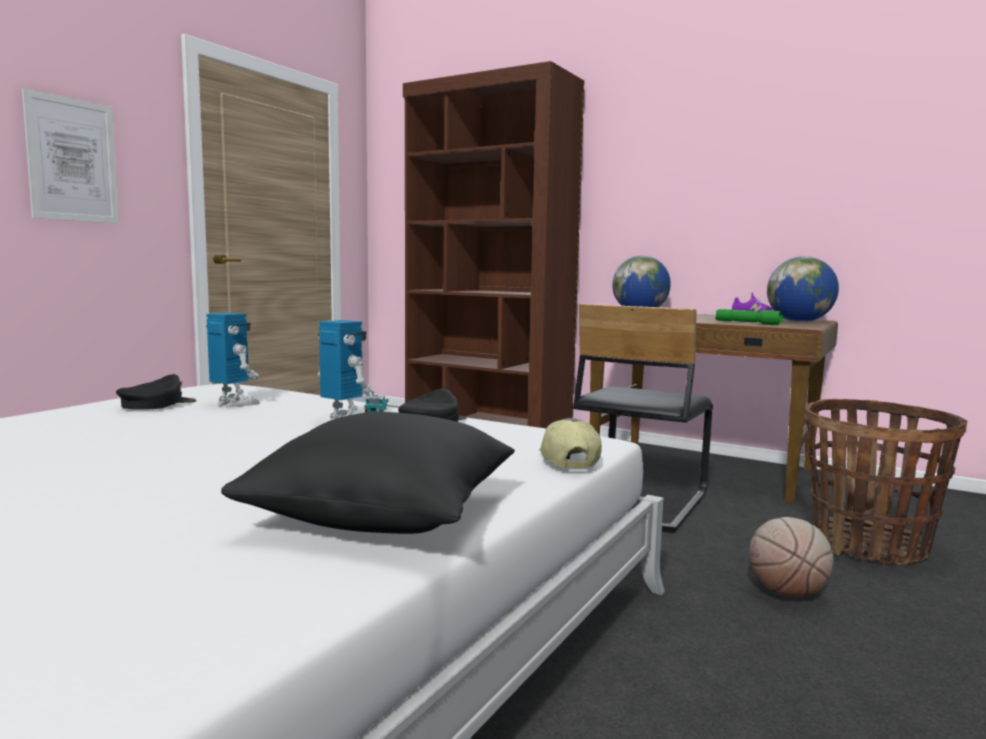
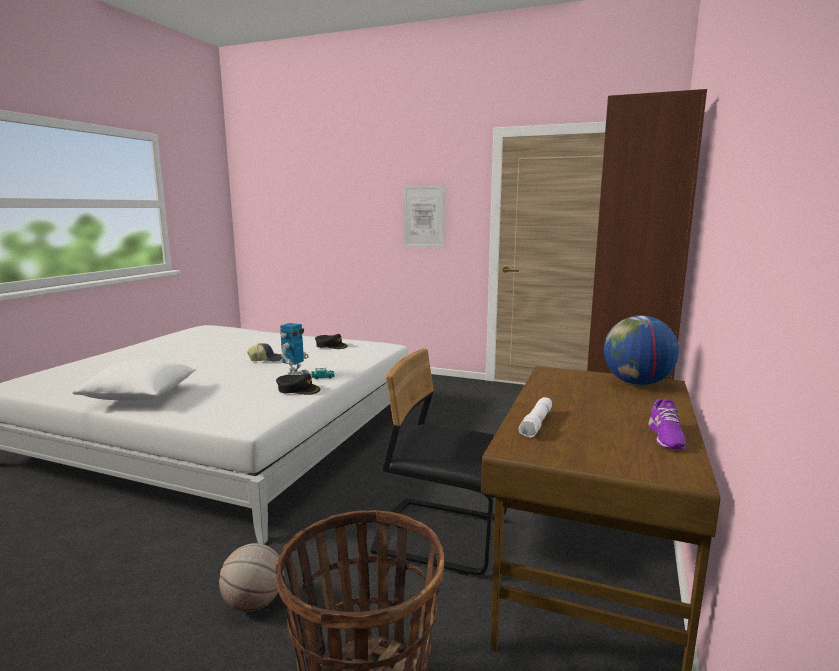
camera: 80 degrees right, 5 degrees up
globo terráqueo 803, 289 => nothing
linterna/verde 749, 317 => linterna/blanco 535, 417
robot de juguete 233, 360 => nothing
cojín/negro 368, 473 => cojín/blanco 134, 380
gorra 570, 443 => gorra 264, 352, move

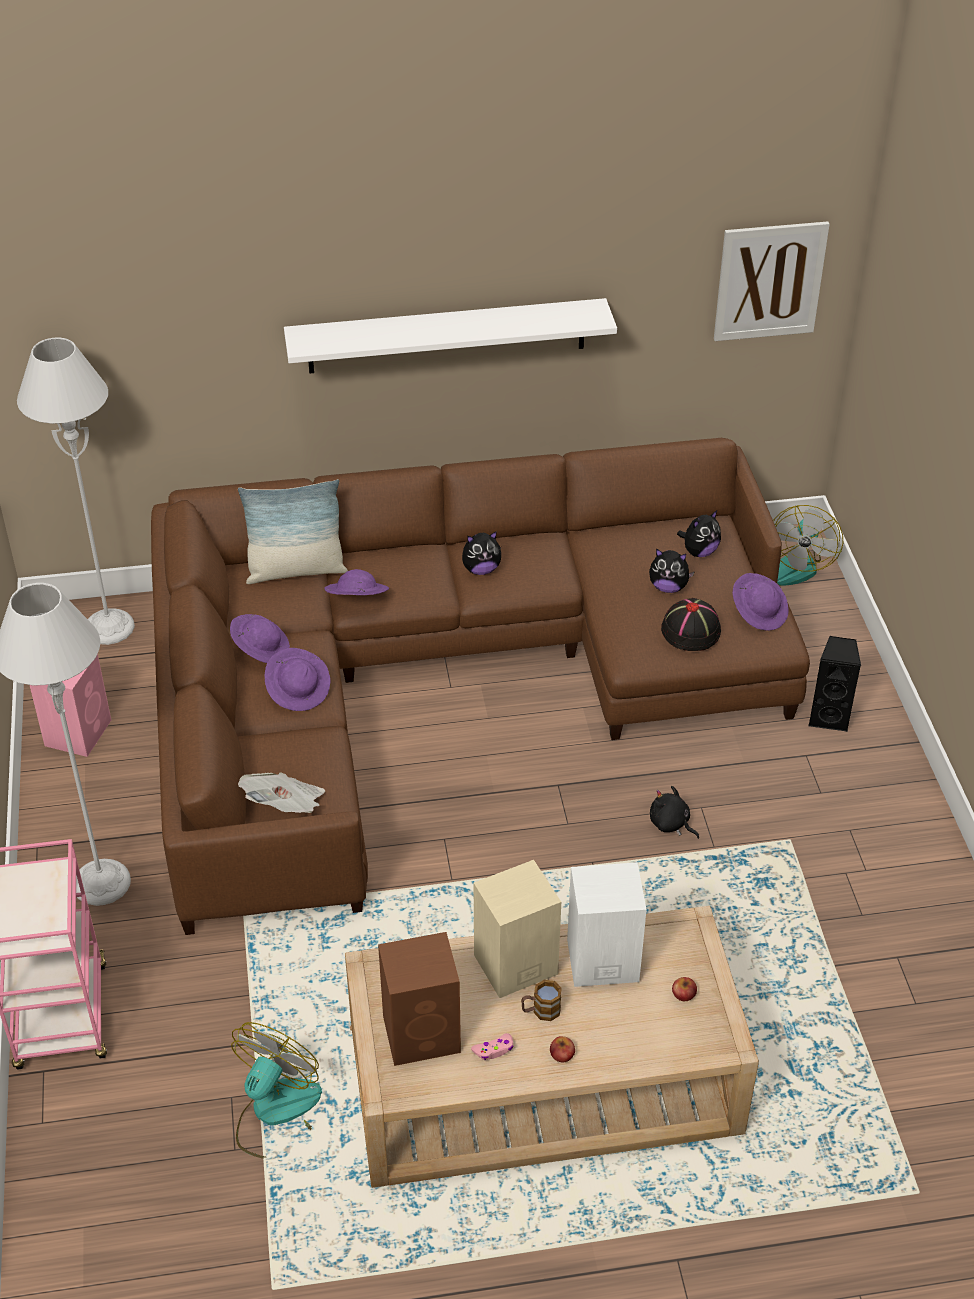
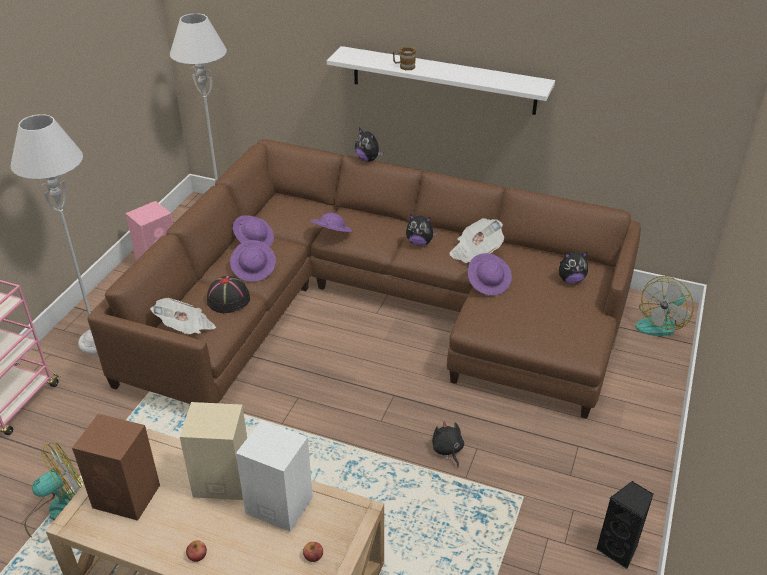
camera: 30 degrees right, 5 degrees down
cuadro 771, 281 => nothing
cojín 293, 531 => nothing
peluche 672, 571 => peluche 369, 145, move
sombrero/morado 761, 602 => sombrero/morado 490, 274, move
sombrero/negro 691, 624 => sombrero/negro 228, 294, move
altavoz/negro 834, 684 => altavoz/negro 625, 525, move
taza grande 541, 1000 => taza grande 404, 58, move
mando de consola/rosa 492, 1046 => nothing
nothing => periódico 477, 240

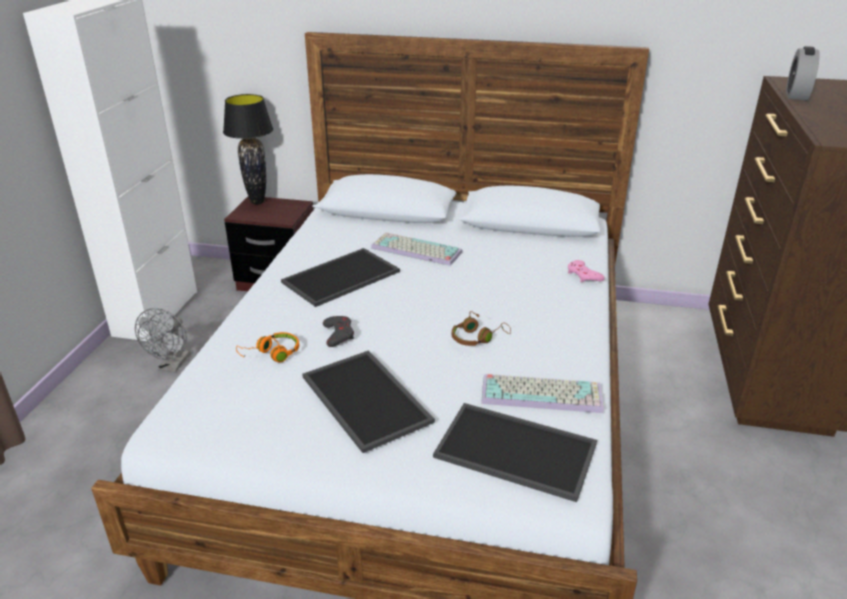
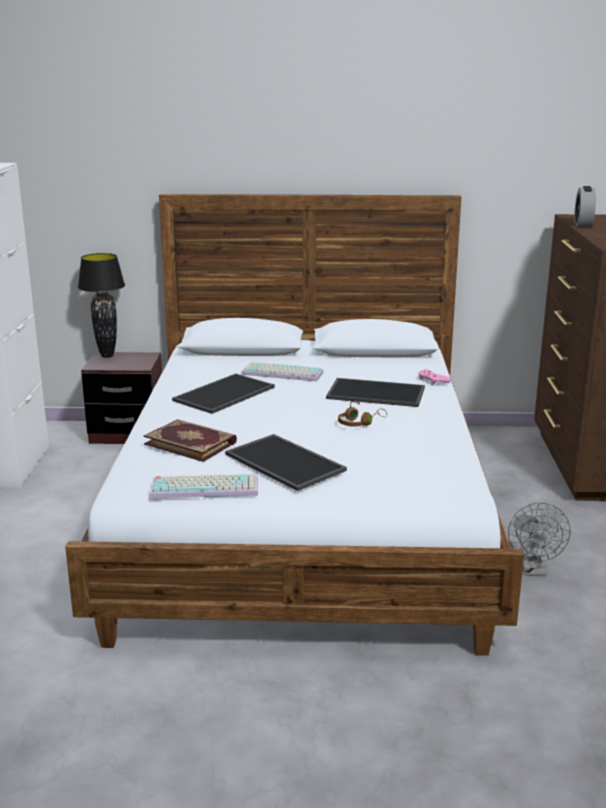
camera: 10 degrees left, 10 degrees down
ventilador/gris 162, 340 => ventilador/gris 539, 539, move
mando de consola/gris 338, 331 => nothing
auriculares/naranja 267, 347 => libro 190, 440
teclado 542, 393 => teclado 203, 486, move
bandeja 515, 452 => bandeja 375, 392, move

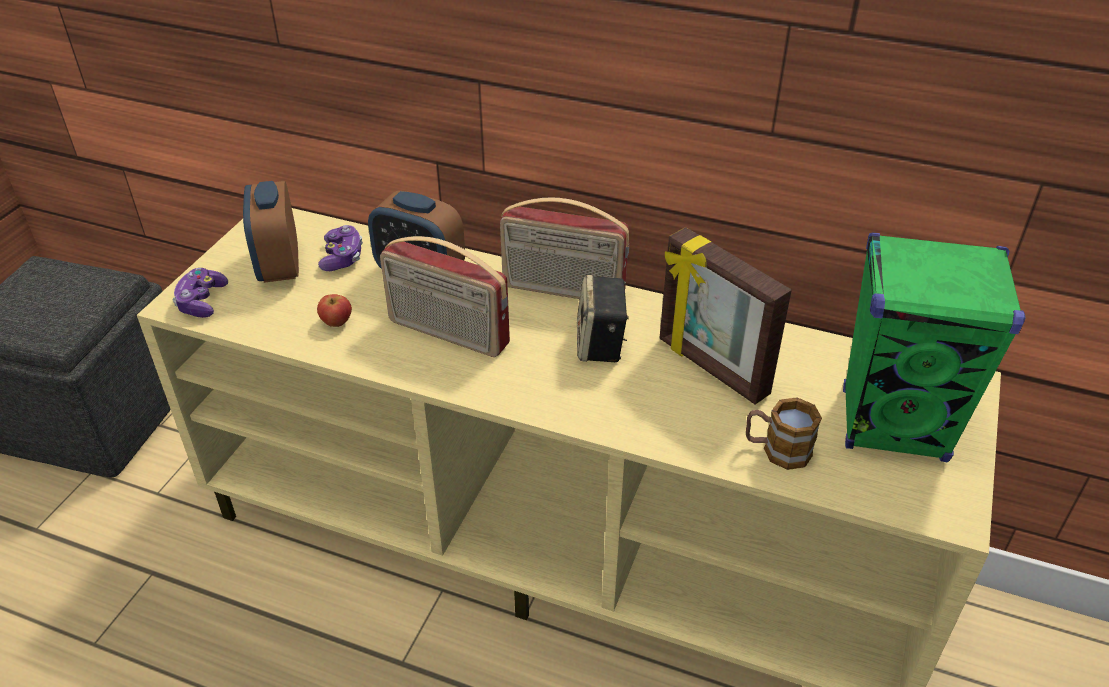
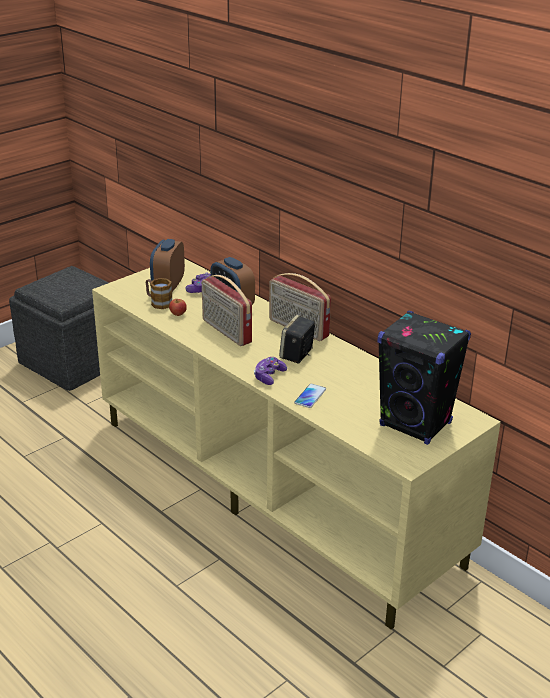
camera: 25 degrees right, 10 degrees down
portarretratos 726, 316 => nothing
altavoz/verde 934, 347 => altavoz/negro 424, 378
mando de consola 200, 293 => mando de consola 270, 371, move
taza grande 784, 433 => taza grande 159, 293, move
nothing => móvil 310, 396

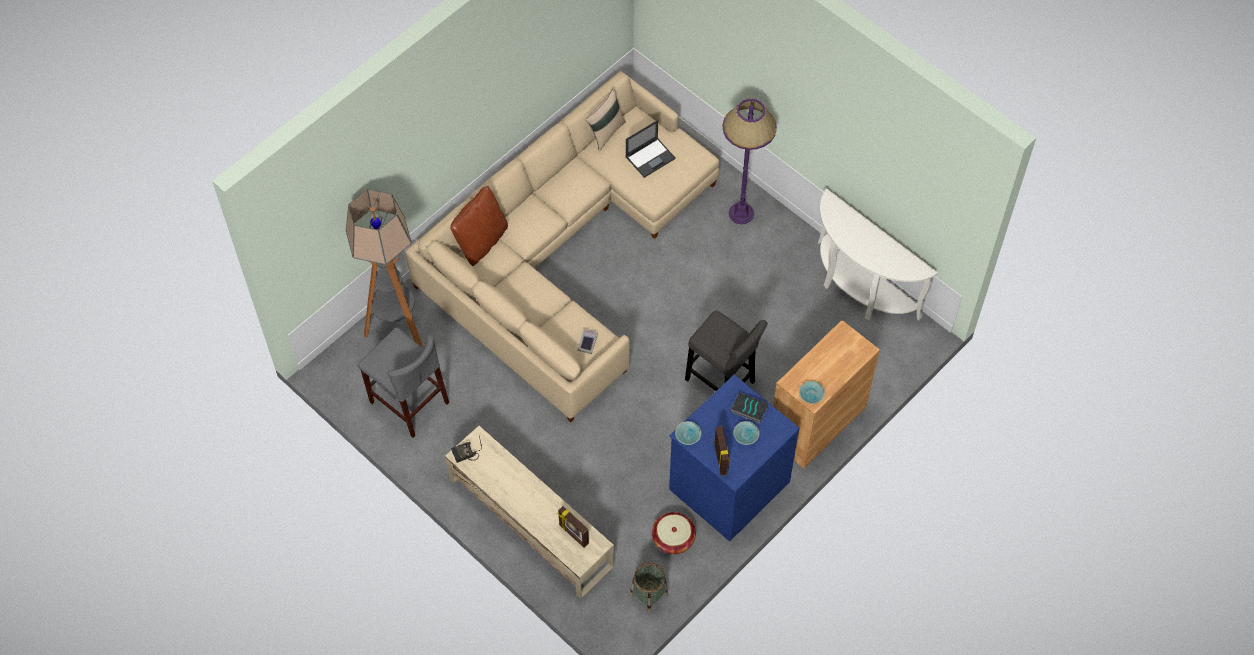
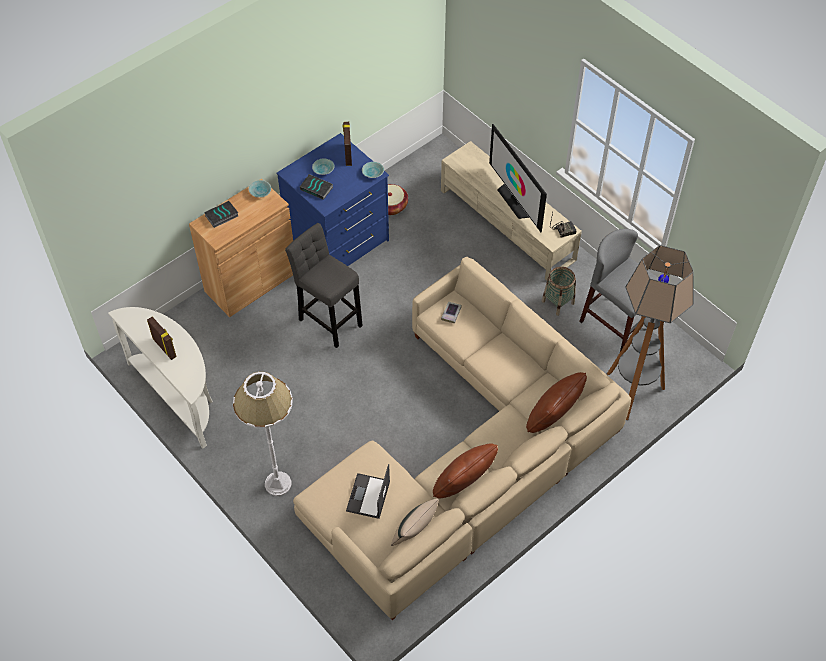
camera: 175 degrees left, 5 degrees down
lámpara de pie/morado 749, 161 => lámpara de pie/blanco 263, 434
portátil 651, 149 => portátil 368, 491, 45 degrees counterclockwise
portarretratos 573, 527 => portarretratos 161, 338, move
cesta 649, 588 => cesta 559, 291, move
nothing => televisor 518, 178
nothing => libro 221, 214
nothing => cojín/marrón 465, 471

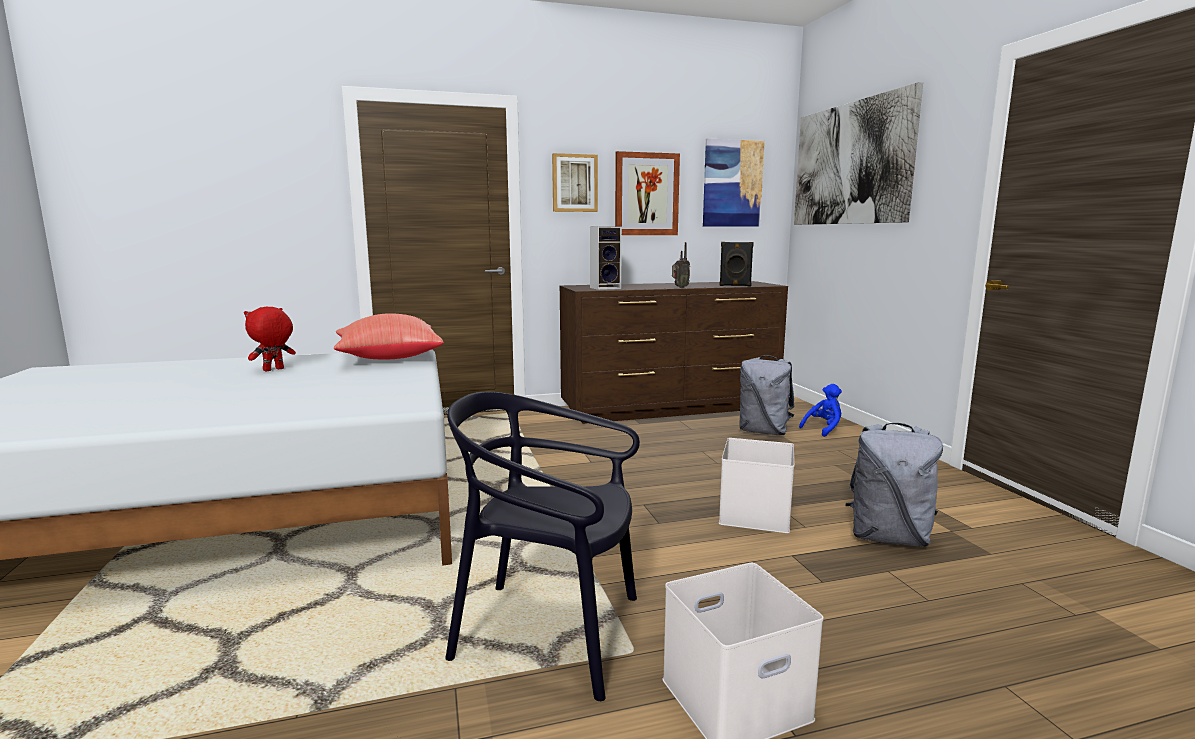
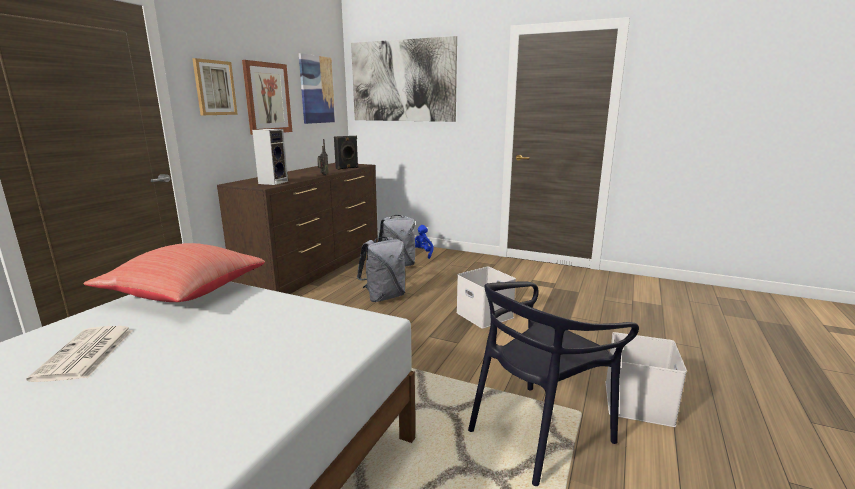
camera: 50 degrees left, 5 degrees up
peluche/rojo 270, 339 => periódico 79, 354
mochila/gris 894, 485 => mochila/gris 381, 269, move

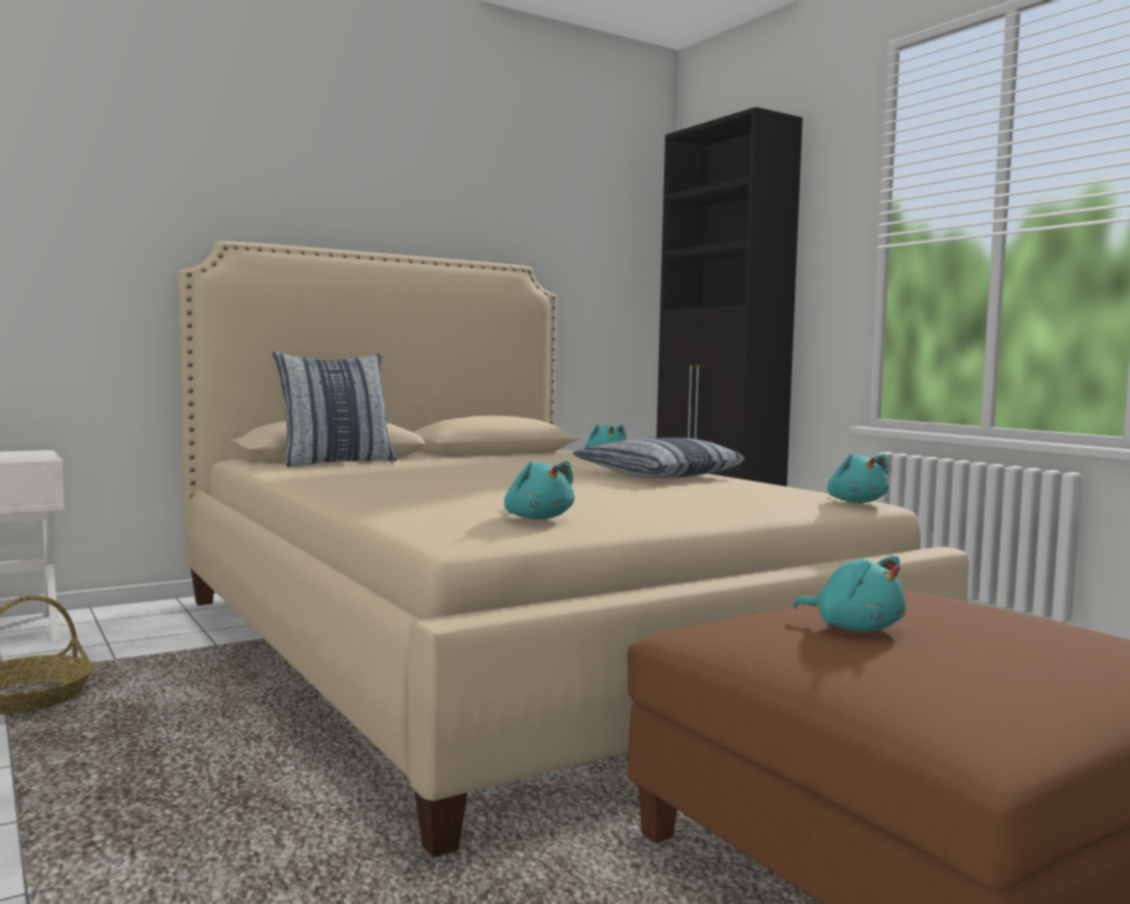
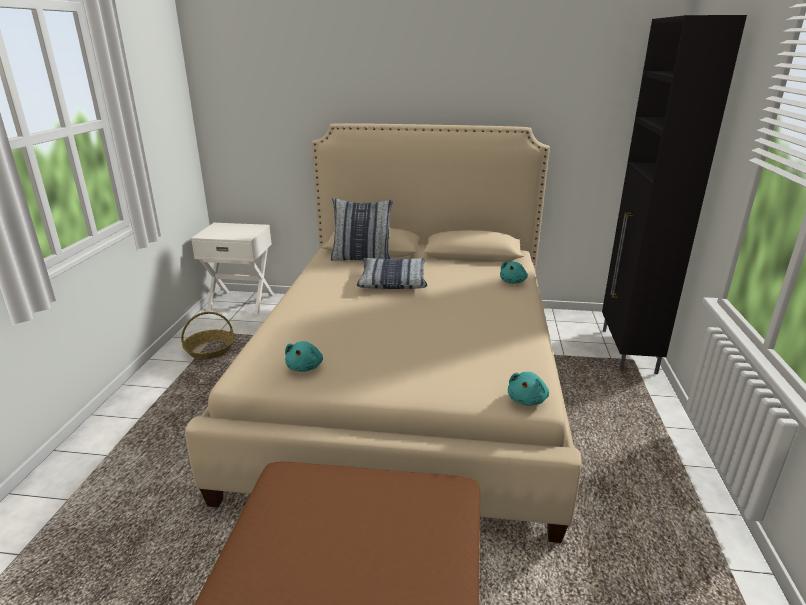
camera: 40 degrees right, 20 degrees up
cojín 659, 458 => cojín 392, 273, move
peluche/turquesa 849, 594 => nothing

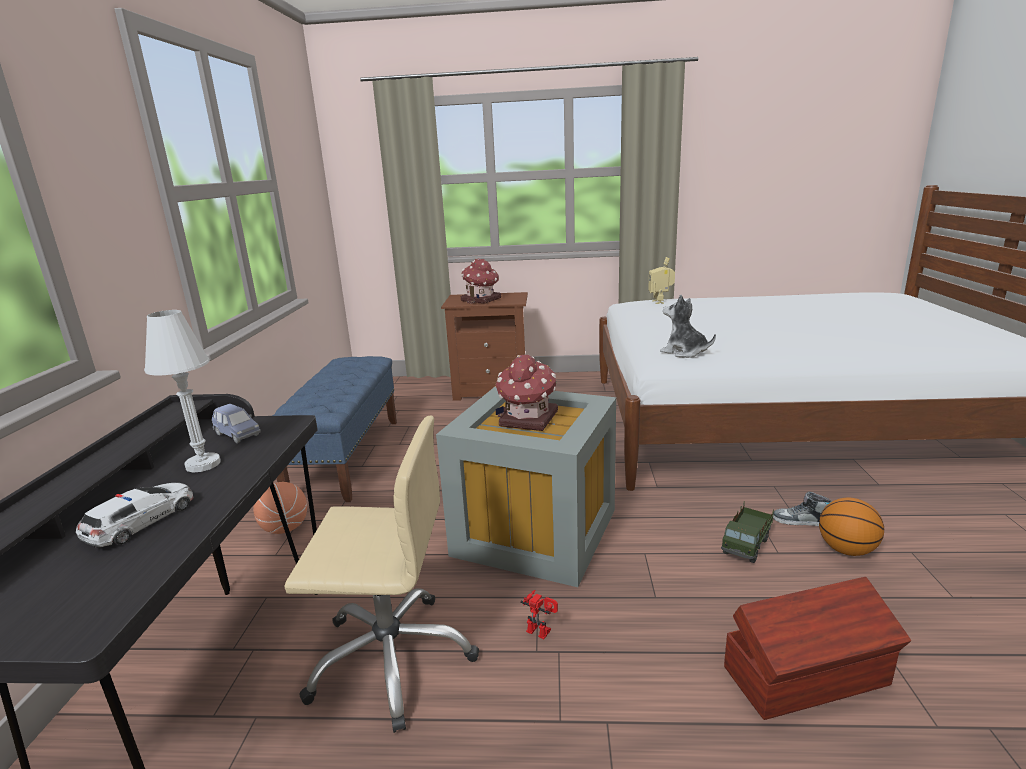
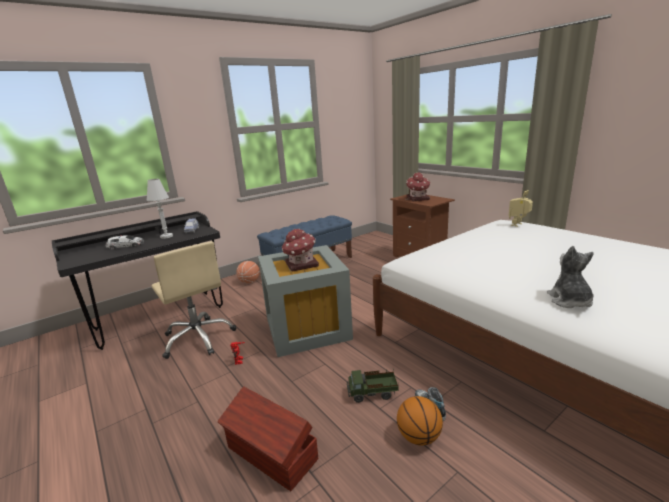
camera: 50 degrees right, 0 degrees up
peluche 688, 326 => peluche 570, 277, move

